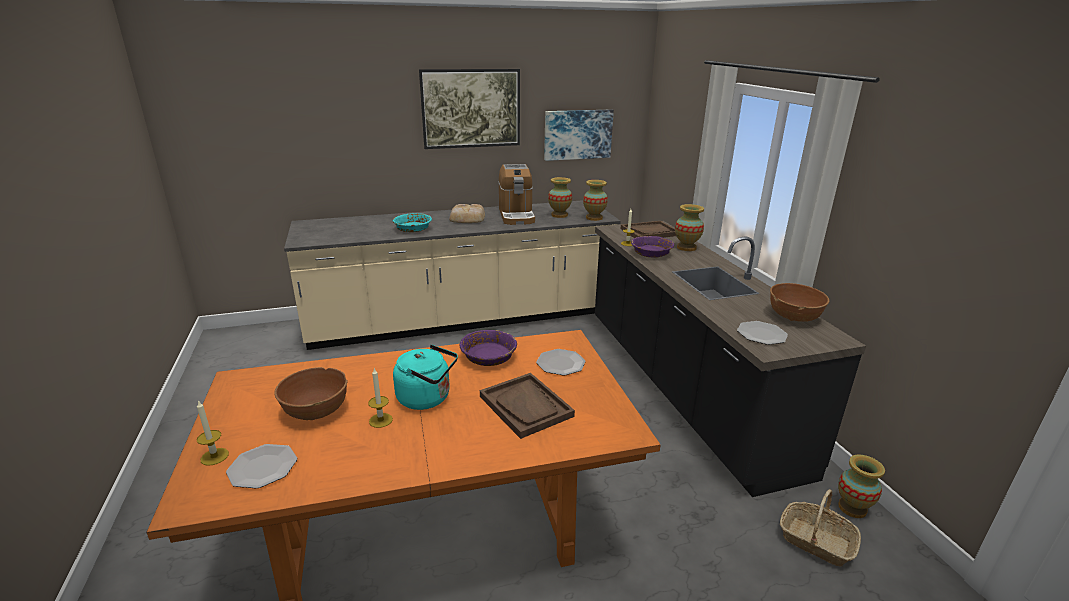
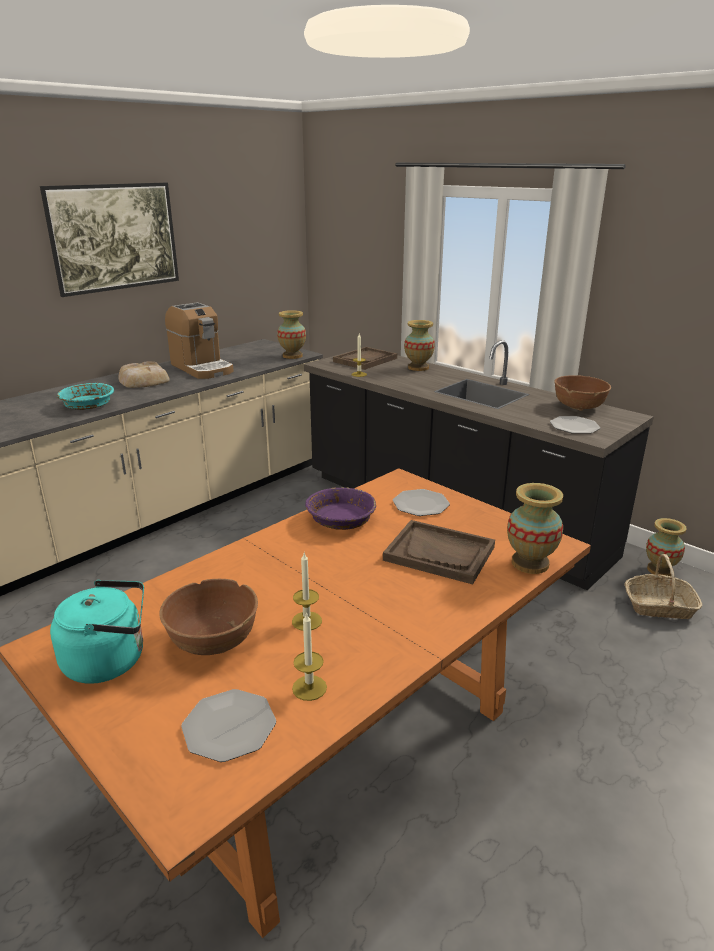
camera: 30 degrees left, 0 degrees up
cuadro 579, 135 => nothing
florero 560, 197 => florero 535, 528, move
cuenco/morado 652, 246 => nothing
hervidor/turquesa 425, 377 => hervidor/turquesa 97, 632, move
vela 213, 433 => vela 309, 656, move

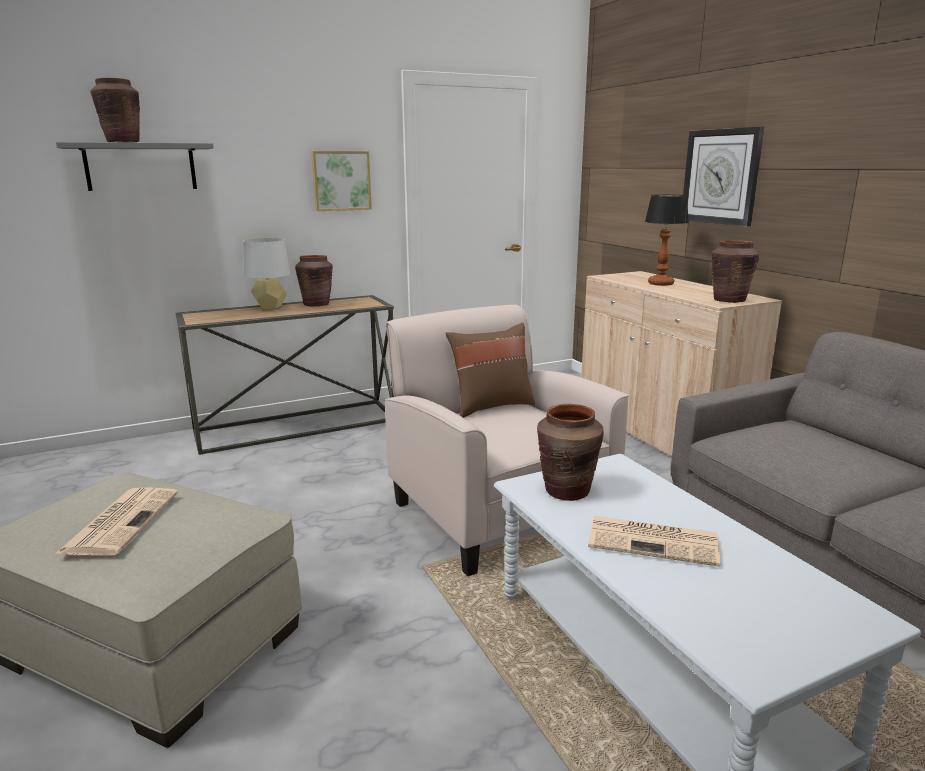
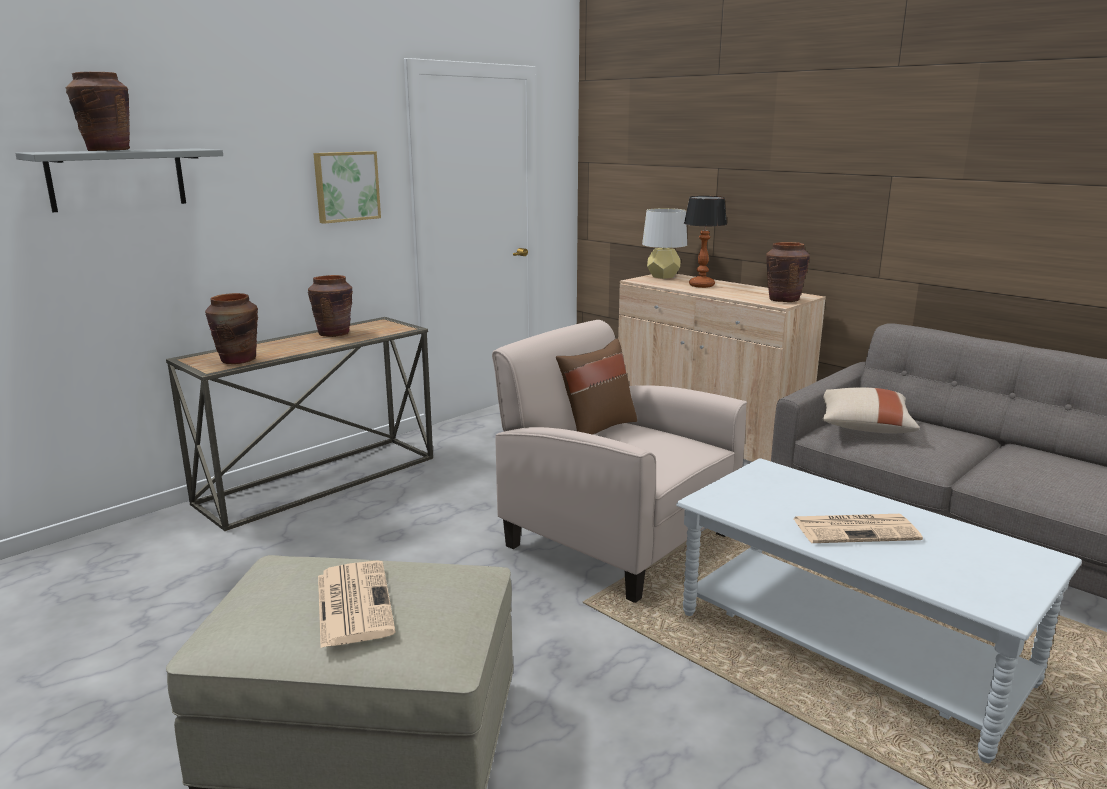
camera: 20 degrees left, 0 degrees up
reloj de pared 723, 176 => nothing
lámpara de mesa/gris 267, 273 => lámpara de mesa/gris 664, 243, move
florero/marrón 570, 452 => florero/marrón 231, 328, move
nothing => cojín/beis 871, 410

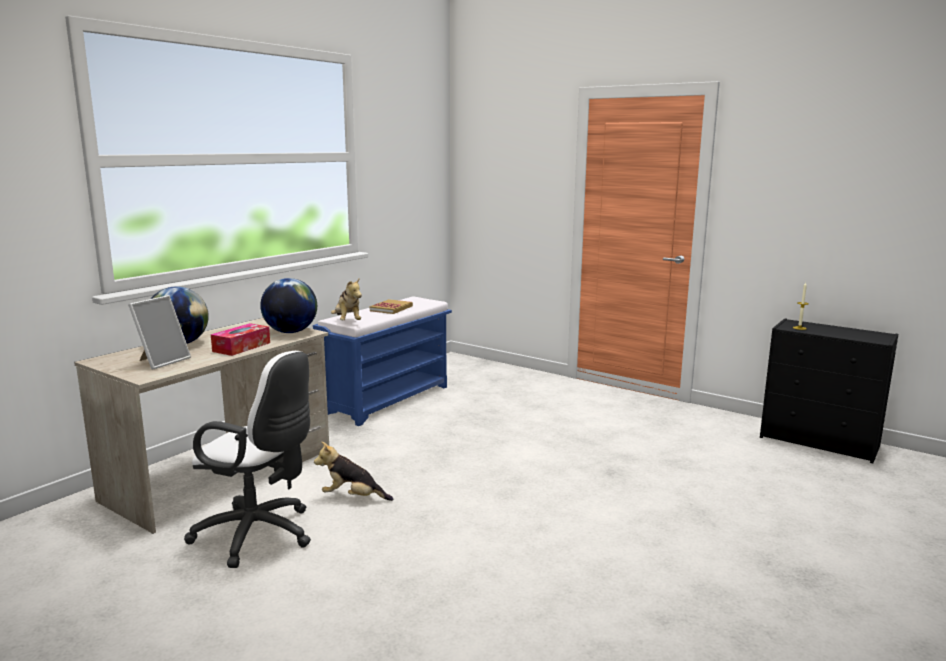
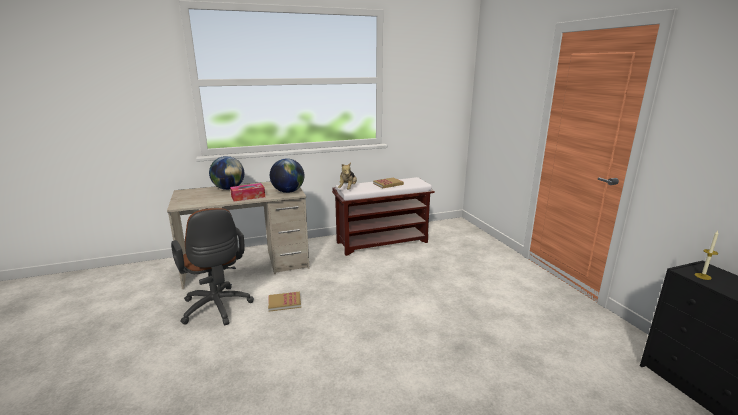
camera: 35 degrees right, 5 degrees up
portarretratos 159, 332 => nothing
banco/azul 382, 361 => banco/marrón 383, 216
silla de oficina/blanco 247, 459 => silla de oficina/marrón 212, 267
peluche 353, 471 => libro 284, 302

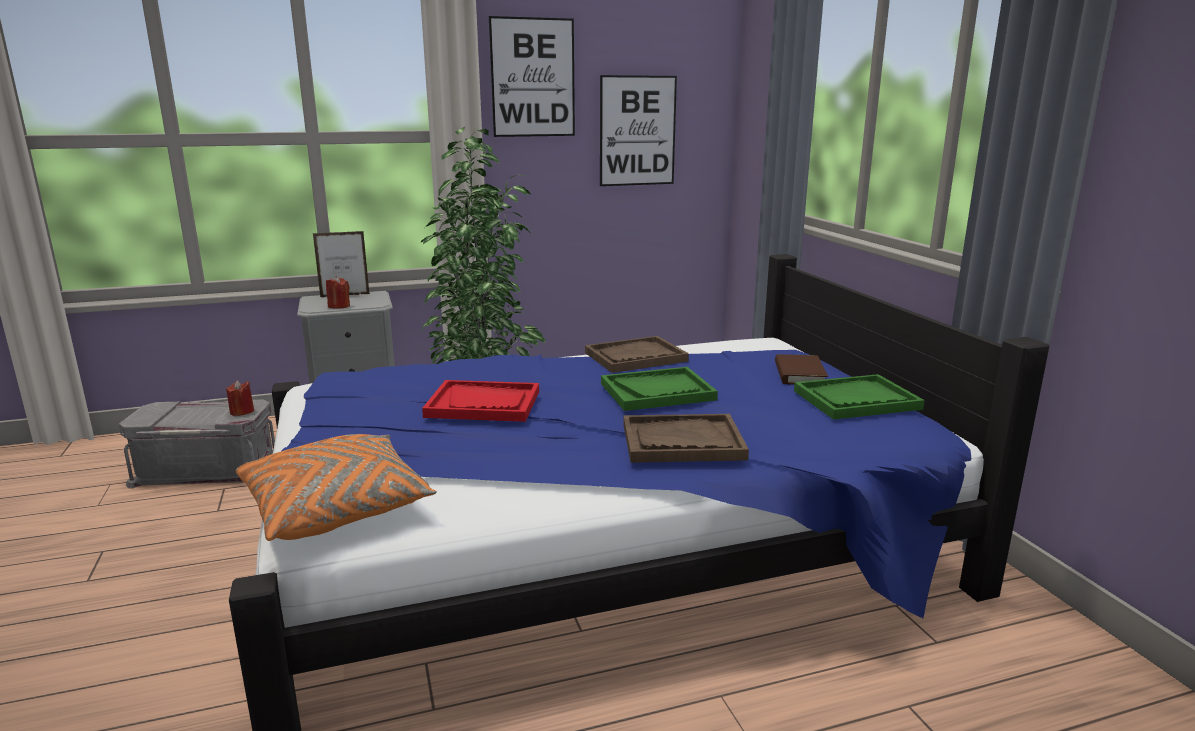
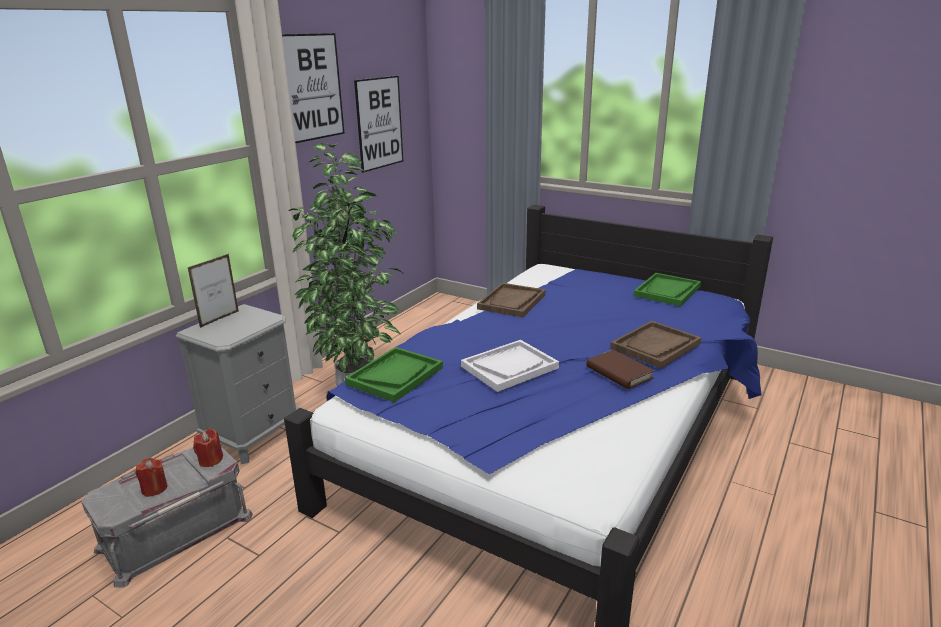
camera: 40 degrees left, 5 degrees up
vela/rojo 338, 292 => vela/rojo 151, 477, move
libro/marrón 801, 369 => libro/marrón 620, 369, move
bandeja/verde 659, 389 => bandeja/verde 394, 375, move
bandeja/rojo 480, 401 => bandeja/blanco 510, 366
cojín/naranja 336, 487 => nothing

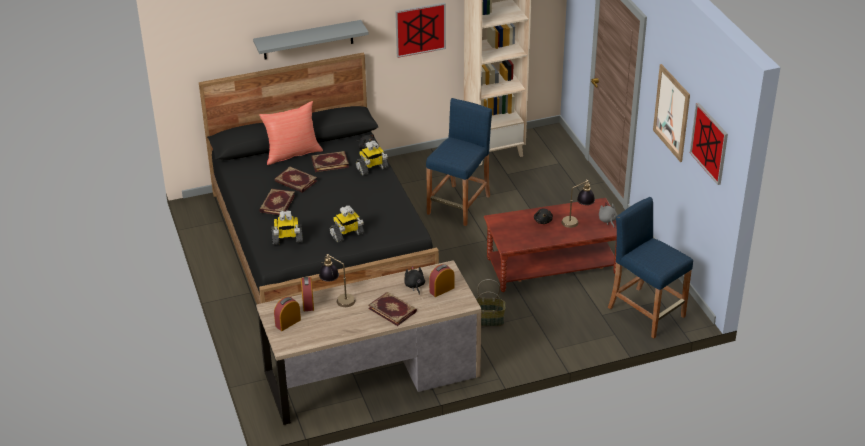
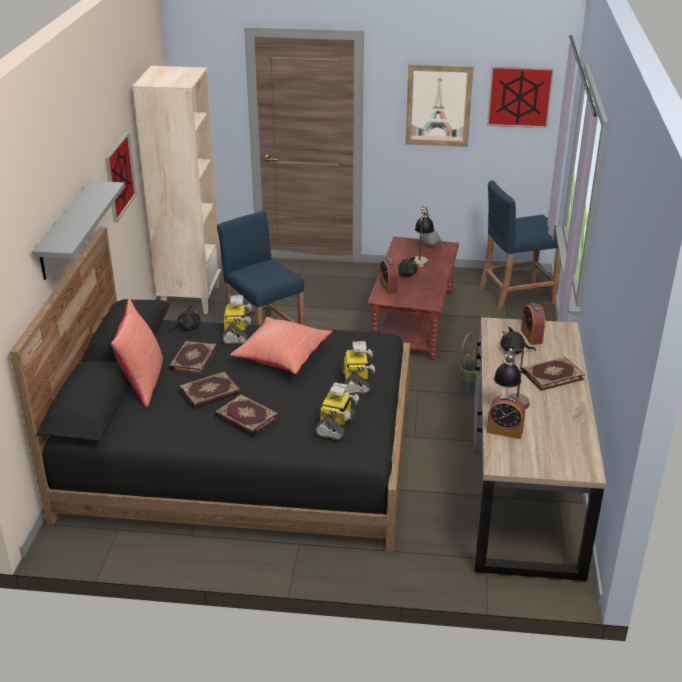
camera: 65 degrees left, 5 degrees down
despertador 287, 314 => despertador 389, 276, move
nothing => cojín/rojo 281, 345

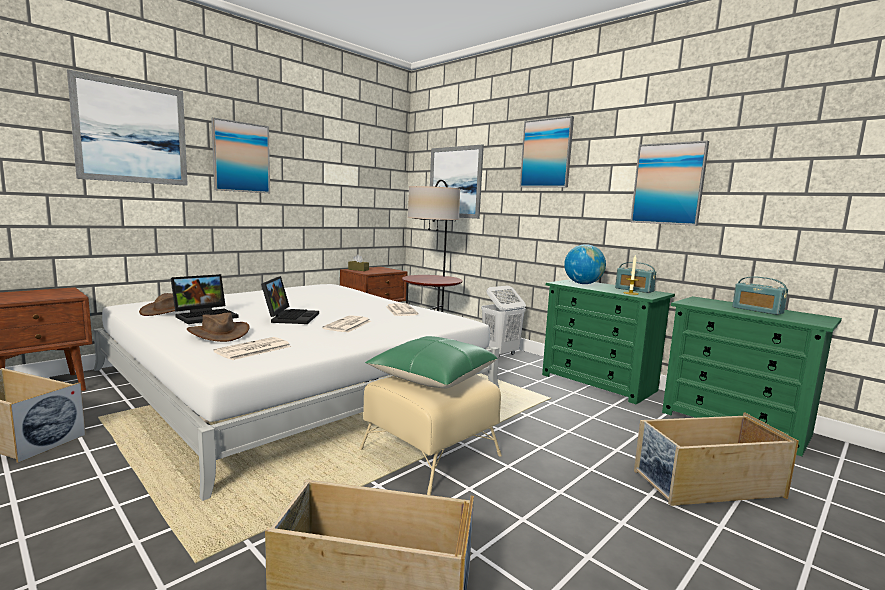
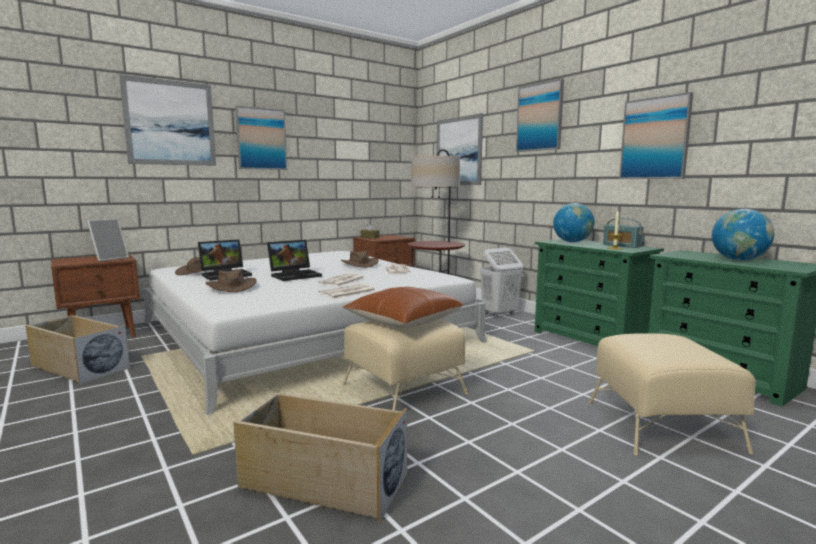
camera: 10 degrees right, 0 degrees up
portátil 290, 300 => portátil 294, 260, 45 degrees clockwise
radio 760, 295 => globo terráqueo 743, 234
cojín/verde 431, 362 => cojín/marrón 403, 307
periódico 252, 348 => periódico 347, 291, move
caja de almacenaje/beis 716, 459 => puf/beis 672, 394
nothing => portarretratos 108, 240
nothing => sombrero/marrón 360, 259

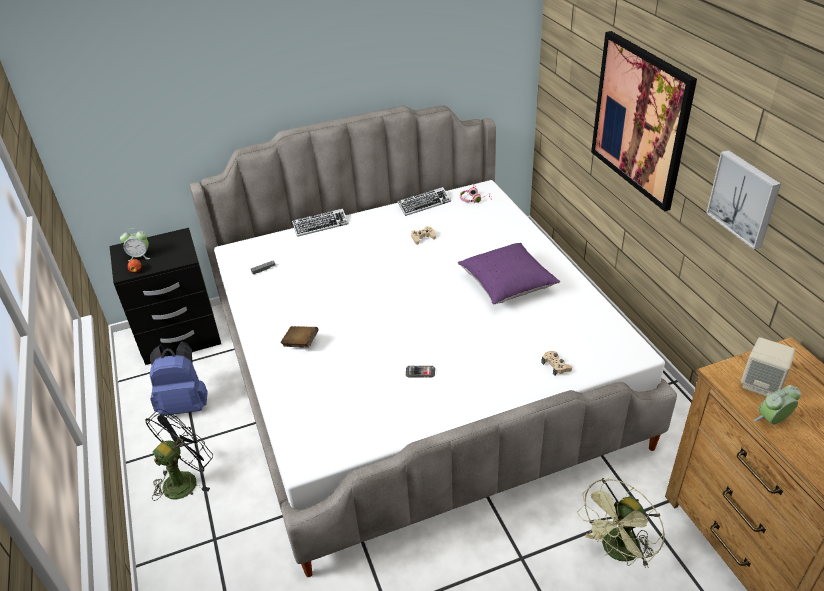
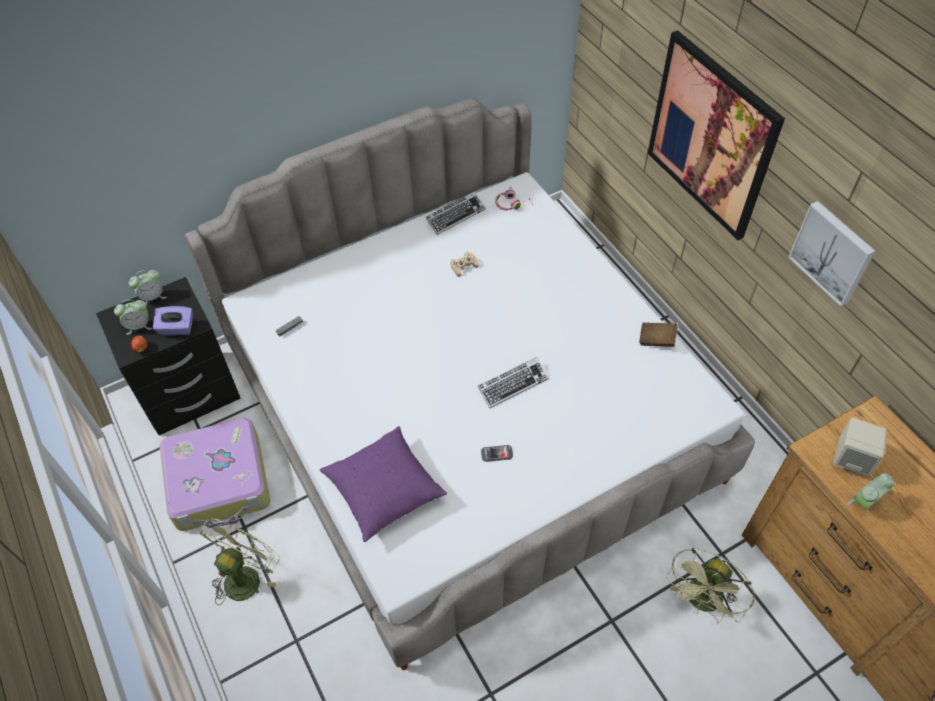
camera: 10 degrees left, 15 degrees up
teclado 320, 222 => teclado 513, 382, move
cojín/morado 509, 273 => cojín/morado 383, 484, move
libro/marrón 299, 337 => libro/marrón 658, 335, move
mochila/azul 179, 379 => maleta 215, 474
mando de consola/beis 556, 363 => nothing
ventilador/negro 179, 455 => ventilador/verde 239, 561
nothing => despertador 148, 287
nothing => caja de pañuelos/morado 173, 320

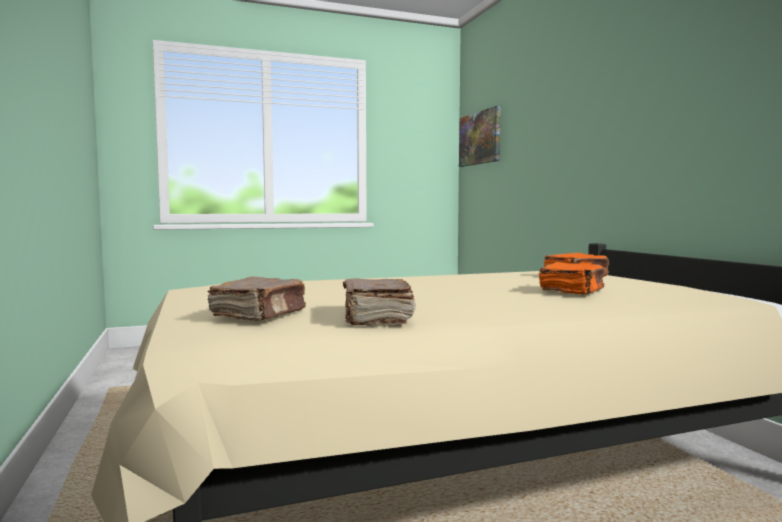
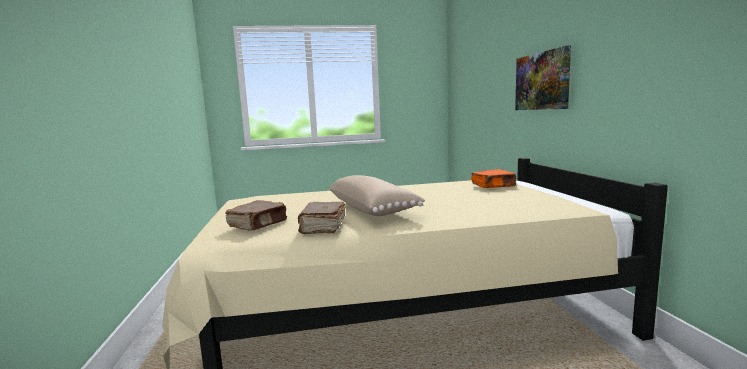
camera: 10 degrees right, 5 degrees up
cuadro 480, 136 => cuadro 543, 78, move
libro/naranja 571, 278 => nothing
nothing => cojín/beis 377, 195

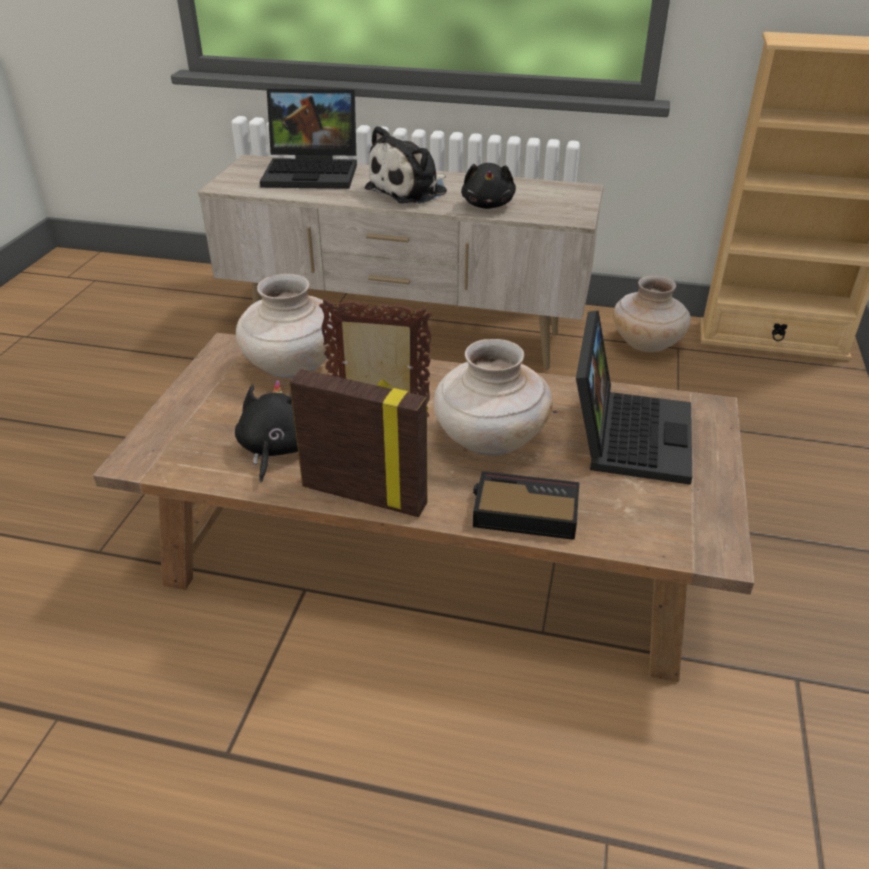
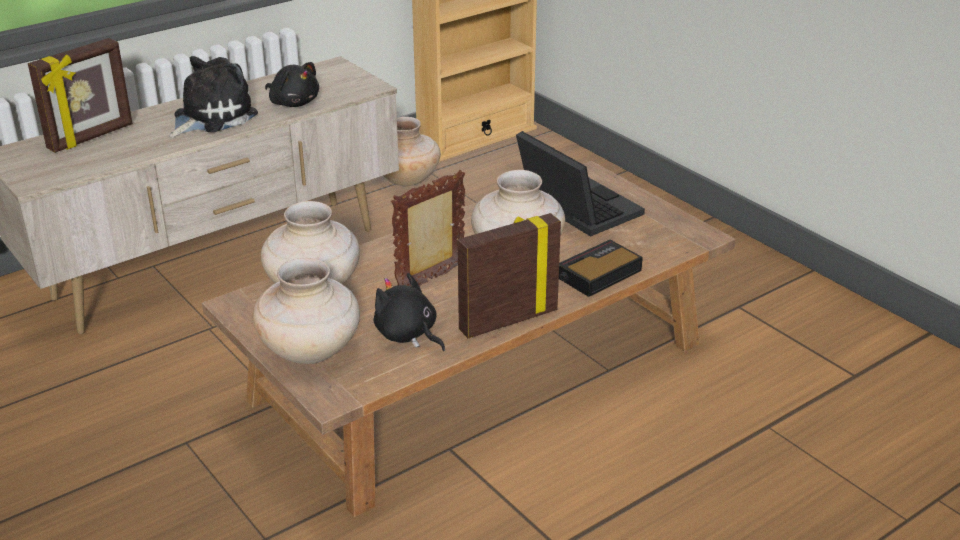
camera: 50 degrees left, 5 degrees down
portátil 308, 139 => portarretratos 80, 95
peluche 406, 165 => peluche 213, 97, 135 degrees counterclockwise
nothing => florero/beis 306, 311

